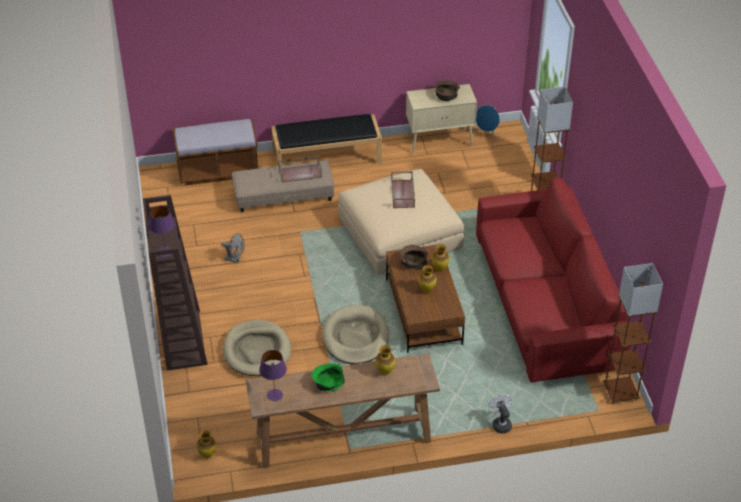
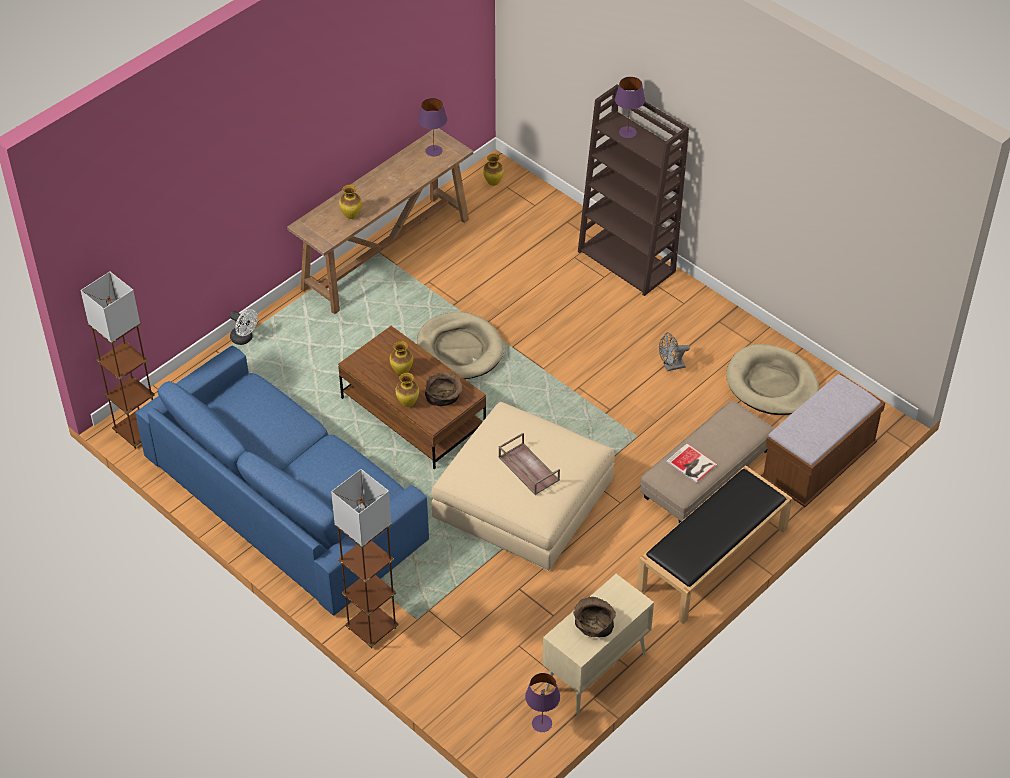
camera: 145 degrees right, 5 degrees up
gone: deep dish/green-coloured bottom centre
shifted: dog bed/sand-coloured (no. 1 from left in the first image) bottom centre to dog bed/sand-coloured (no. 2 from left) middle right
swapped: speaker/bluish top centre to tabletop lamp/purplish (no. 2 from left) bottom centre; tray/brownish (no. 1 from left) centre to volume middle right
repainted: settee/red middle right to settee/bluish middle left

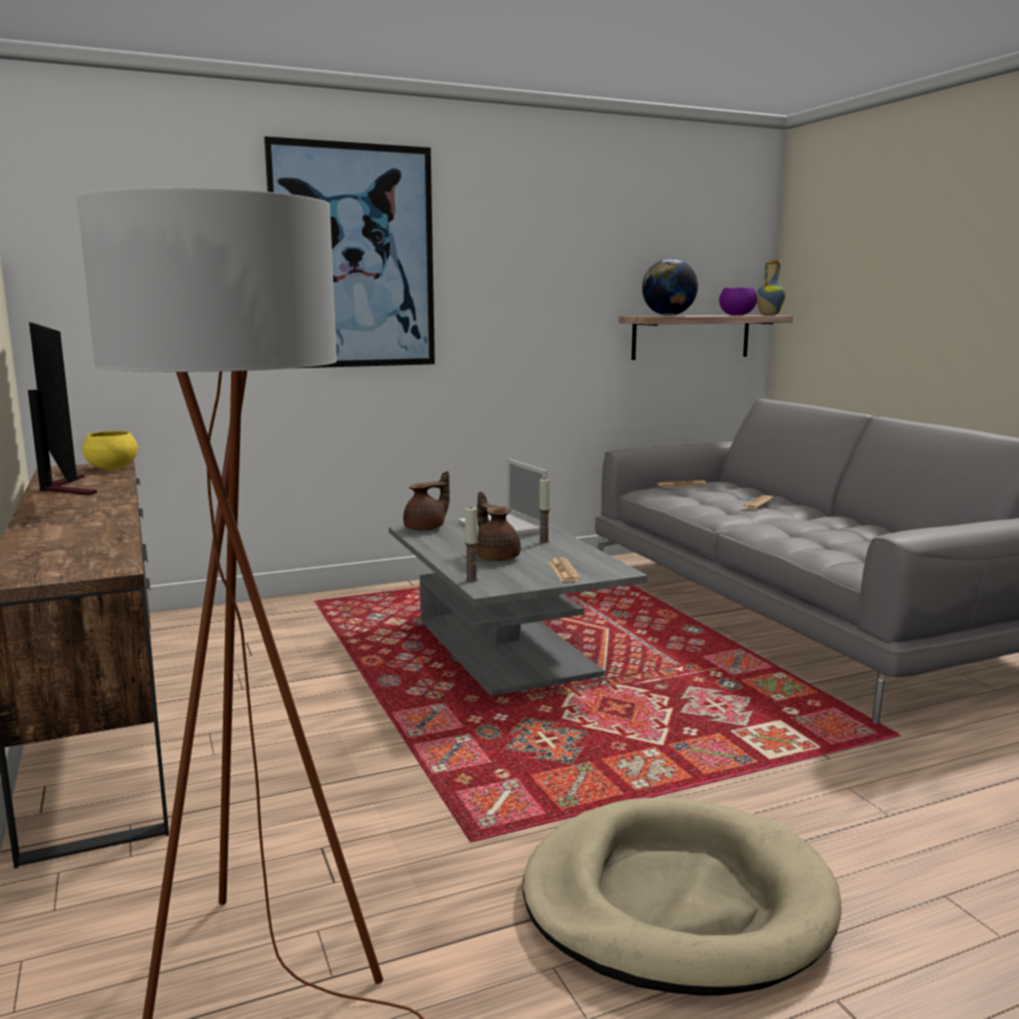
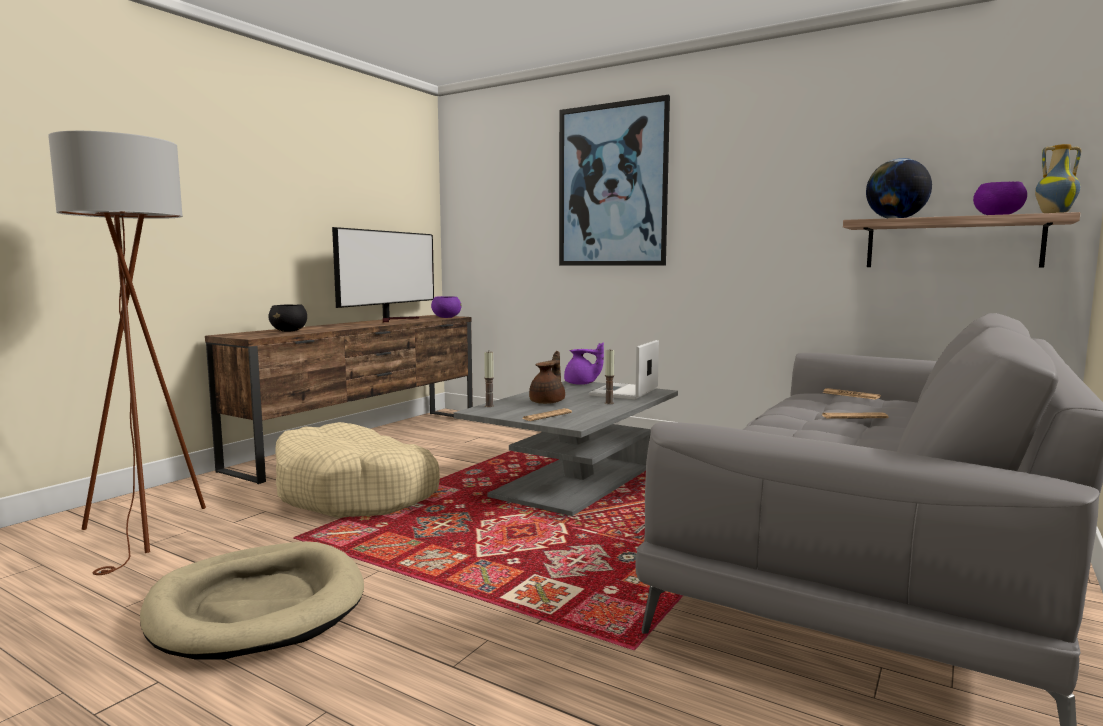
camera: 55 degrees right, 5 degrees down
new: deep dish/blackish middle left; dog bed/sand-coloured (no. 2 from left) middle left
repainted: deep dish/yellow-coloured middle left to deep dish/purplish (no. 1 from left) centre; teapot/brownish (no. 1 from left) centre to teapot/purplish centre

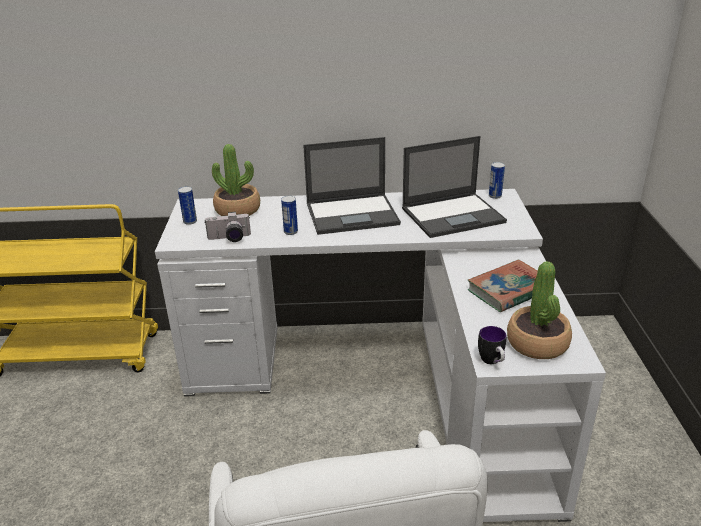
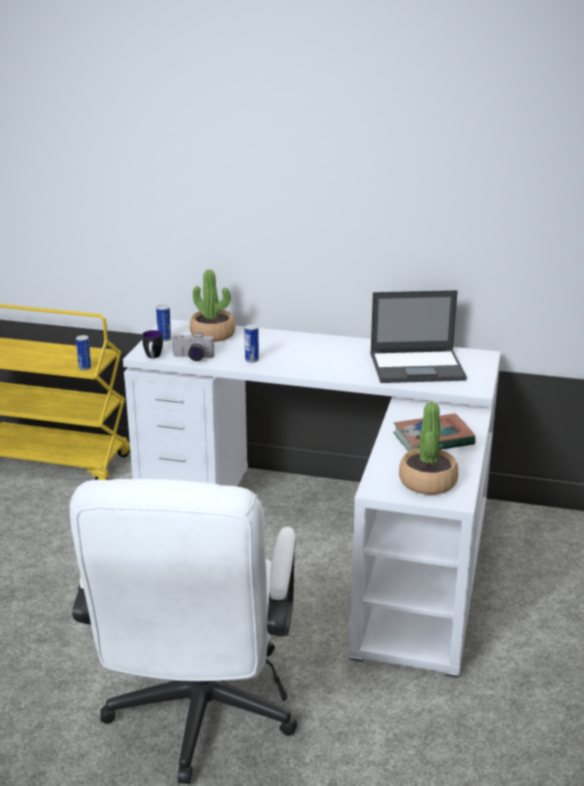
camera: 15 degrees right, 5 degrees down
gone: laptop (no. 1 from left) centre
shifted: metal can (no. 3 from left in the first image) middle right to metal can (no. 1 from left) middle left; coffee mug middle right to middle left

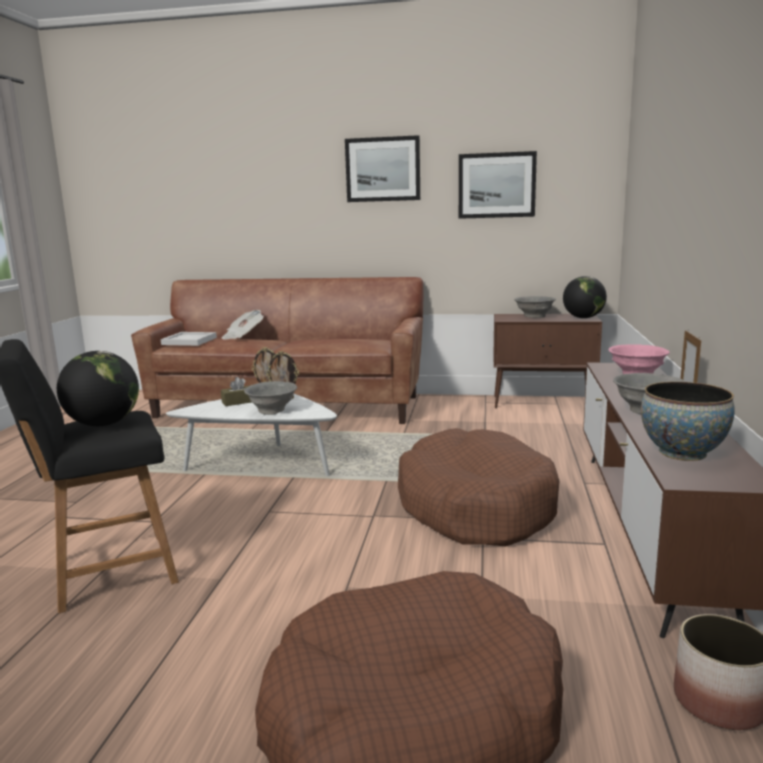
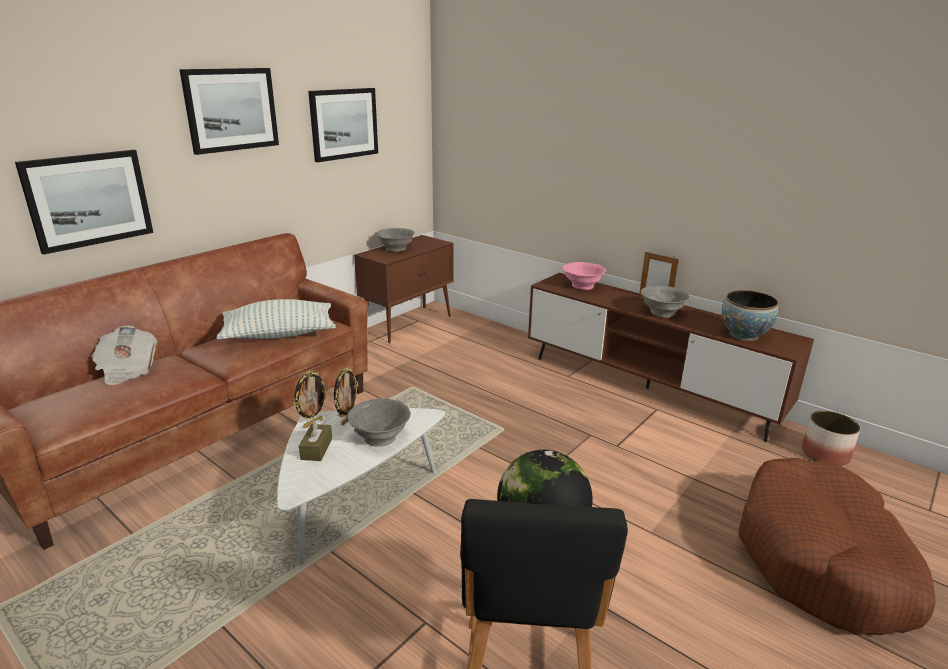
camera: 60 degrees left, 10 degrees up
gone: tray/white-coloured middle left; dog bed/brownish (no. 2 from left) centre; world globe (no. 2 from left) middle right
new: wall picture (no. 1 from left) top left; throw pillow middle left

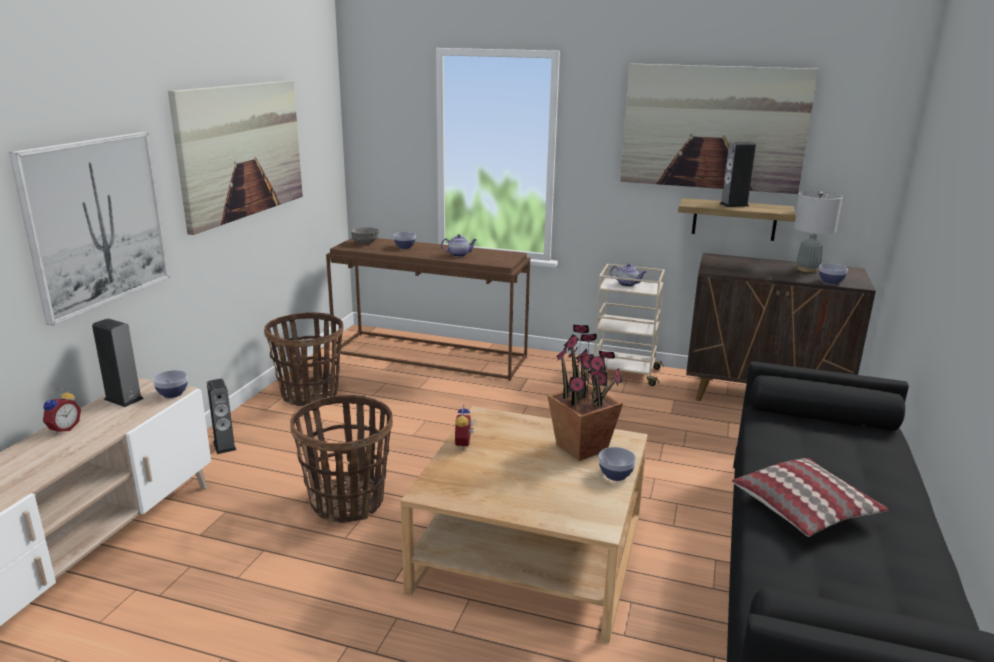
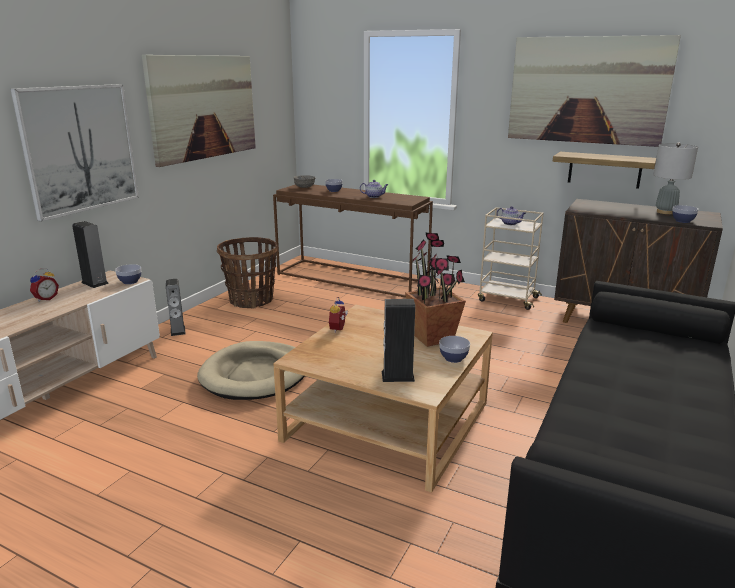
camera: 10 degrees right, 0 degrees up
gone: throw pillow bottom right
shifted: speaker (no. 3 from left) top right to centre
swapped: storage basket (no. 2 from left) bottom centre to dog bed/sand-coloured centre

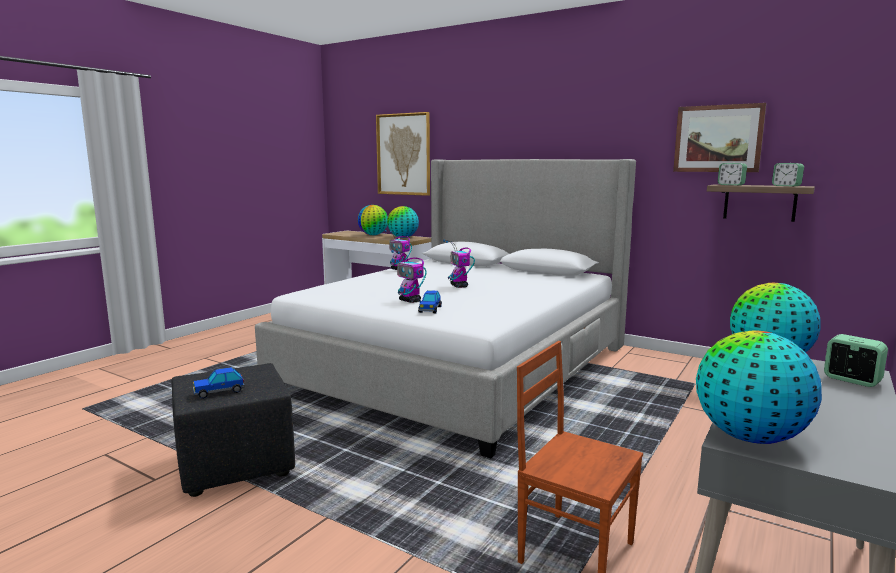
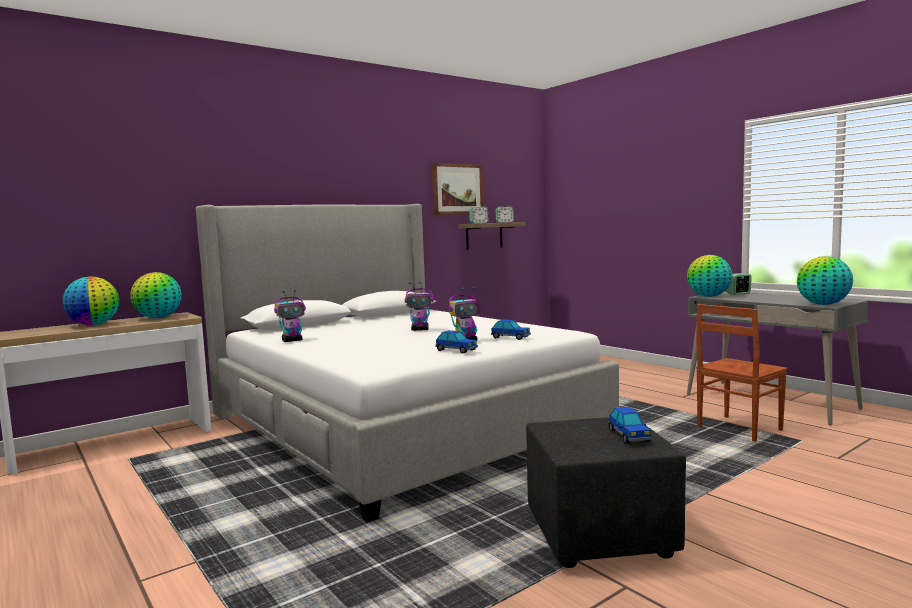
camera: 70 degrees left, 5 degrees down
gone: wall picture (no. 1 from left) top centre
new: model car (no. 1 from left) centre

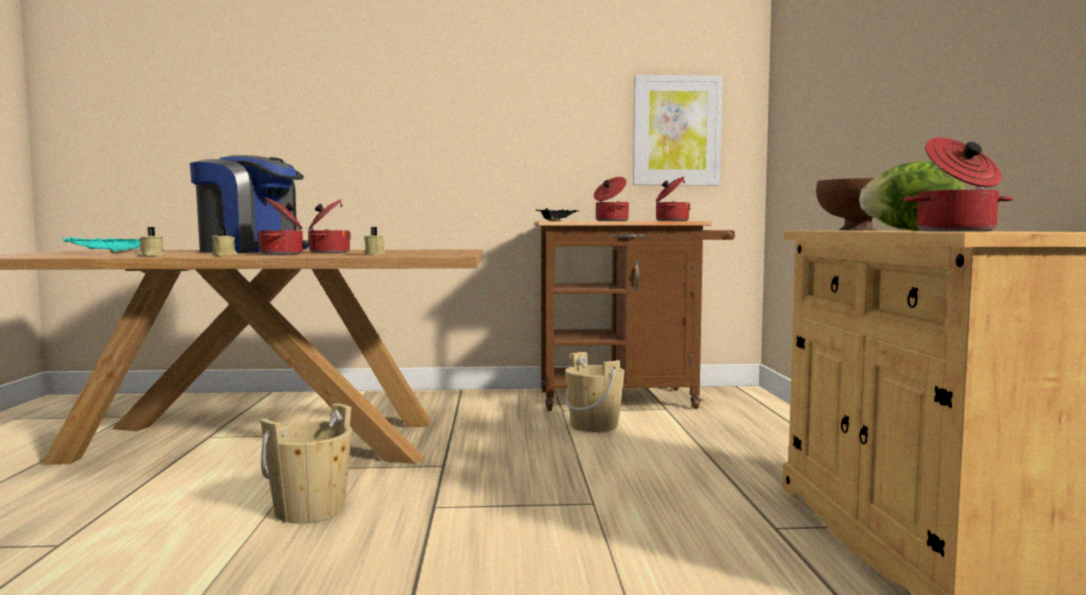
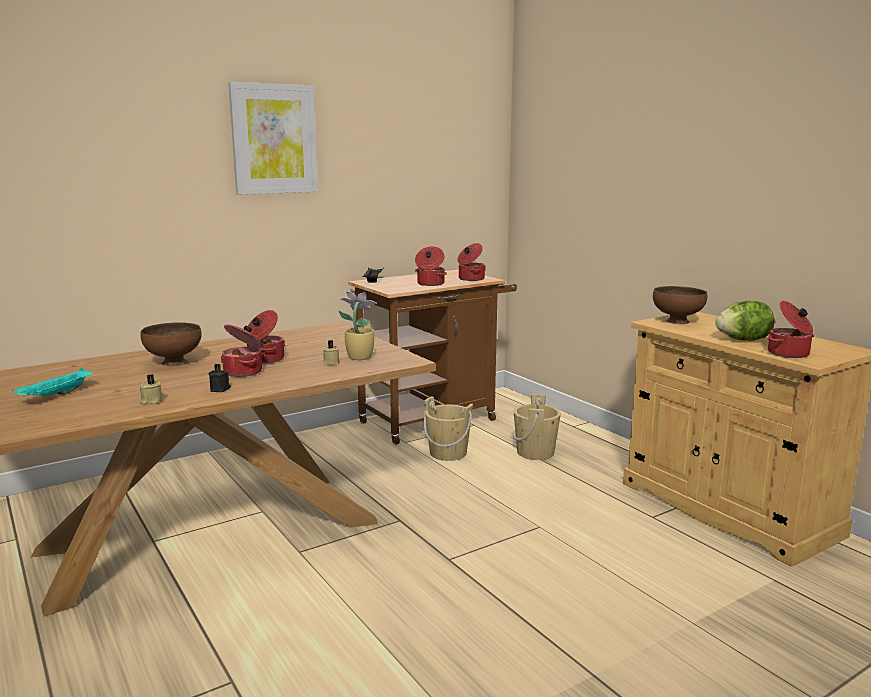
camera: 30 degrees left, 10 degrees up
new: potted plant centre
shifted: wall picture top centre to top left; water bucket/sand-coloured (no. 1 from left in the first image) bottom left to water bucket/sand-coloured (no. 2 from left) centre
swapped: coffee brewer middle left to deep dish/brownish (no. 1 from left) middle left
repainted: candle/sand-coloured (no. 2 from left) middle left to candle/blackish middle left

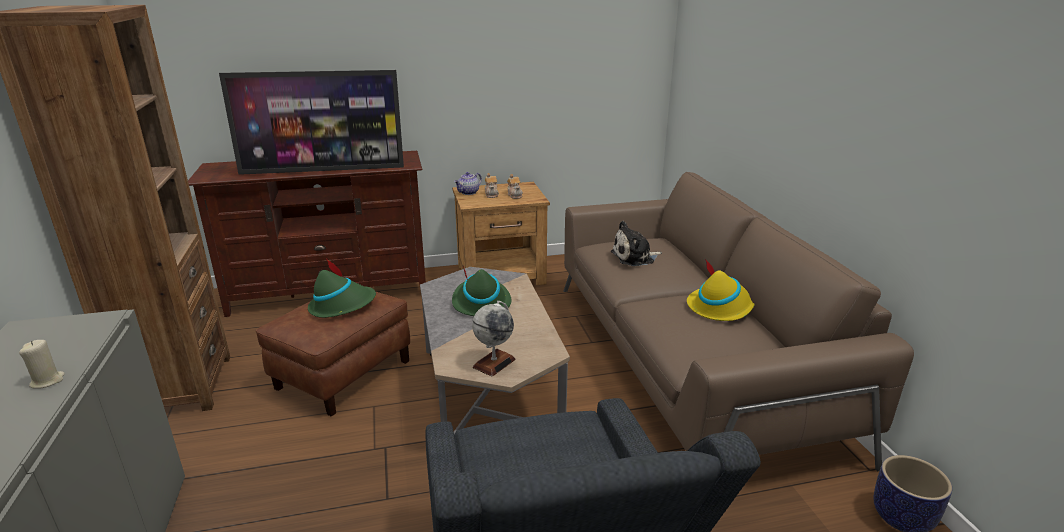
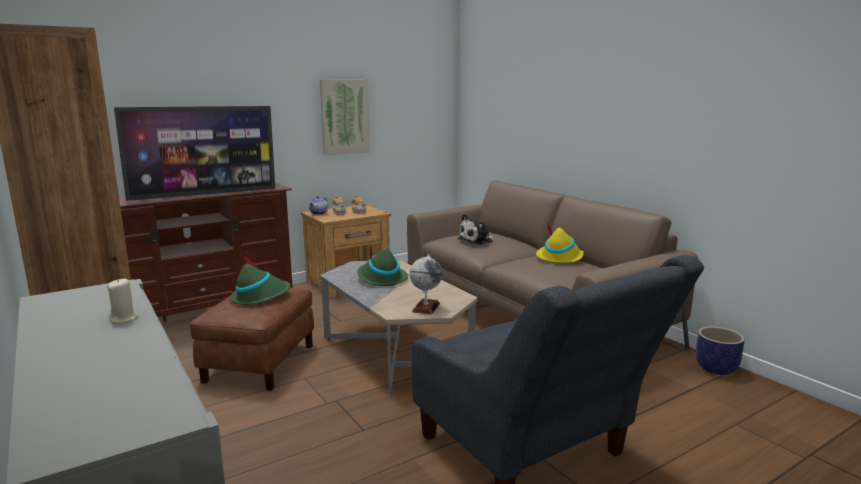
camera: 20 degrees left, 10 degrees down
new: wall picture top centre

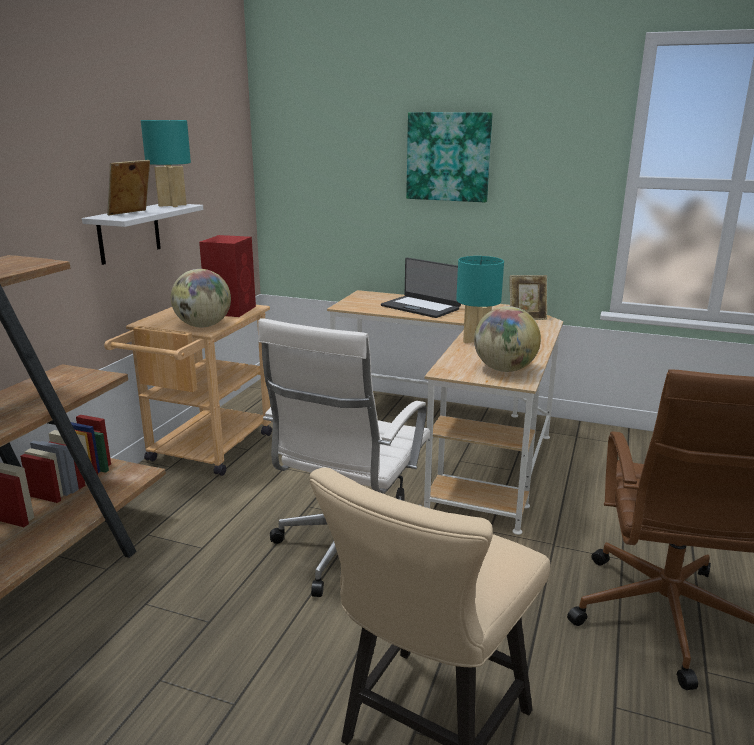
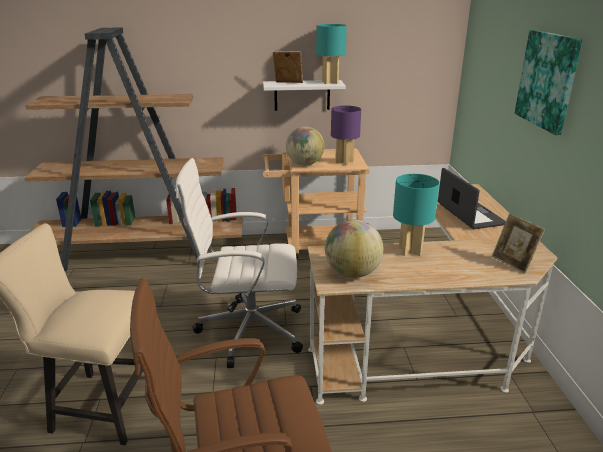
camera: 65 degrees right, 5 degrees up
swapped: speaker/red middle left to tabletop lamp/purplish top centre
rotated: laptop centre = middle right 150 degrees clockwise

